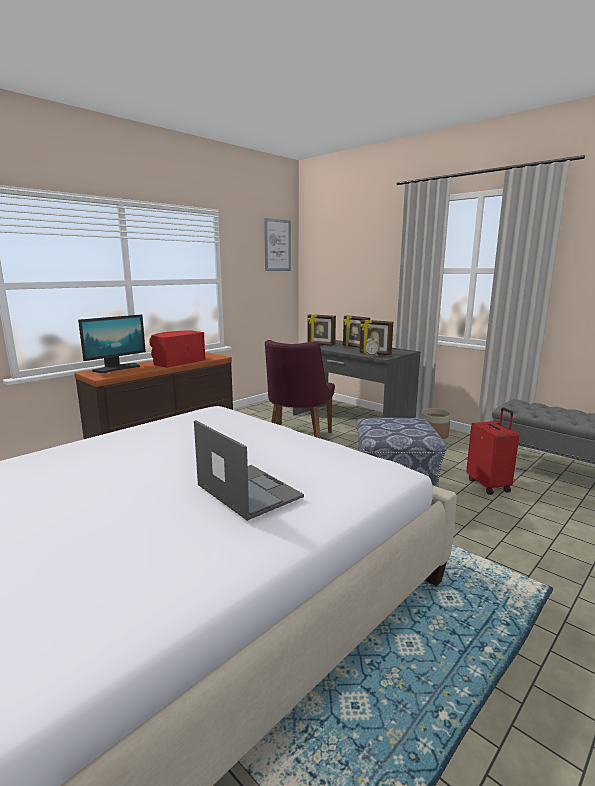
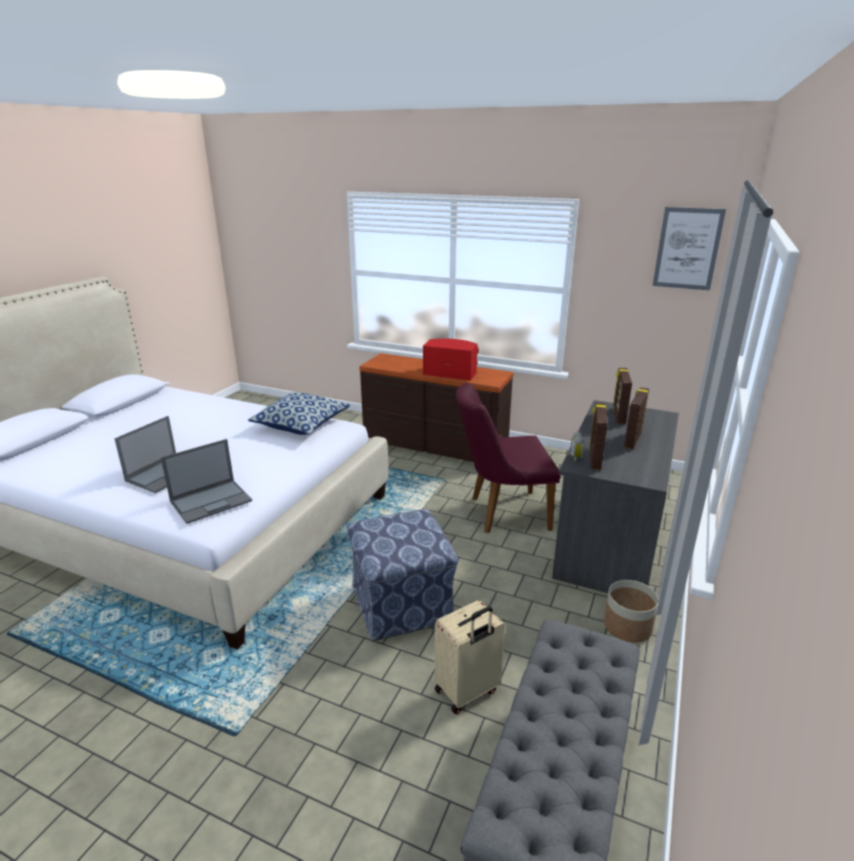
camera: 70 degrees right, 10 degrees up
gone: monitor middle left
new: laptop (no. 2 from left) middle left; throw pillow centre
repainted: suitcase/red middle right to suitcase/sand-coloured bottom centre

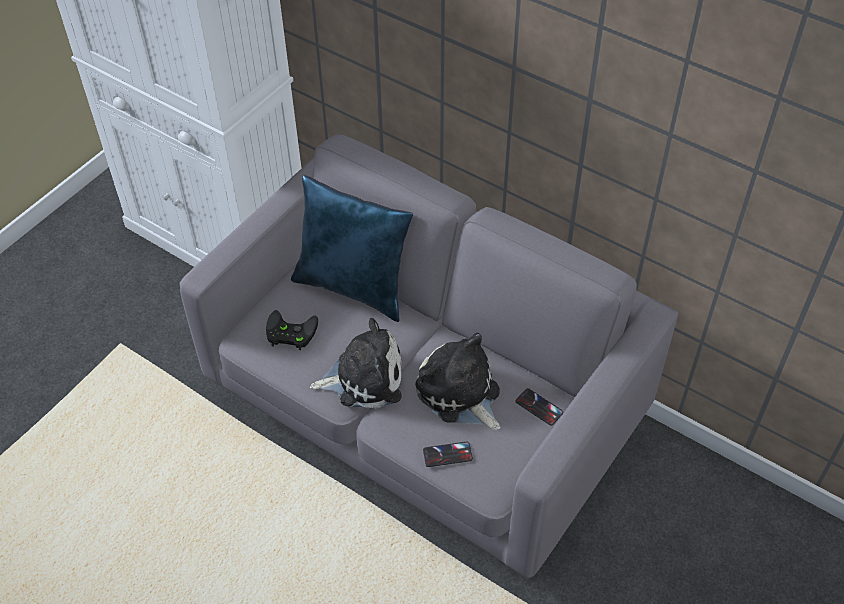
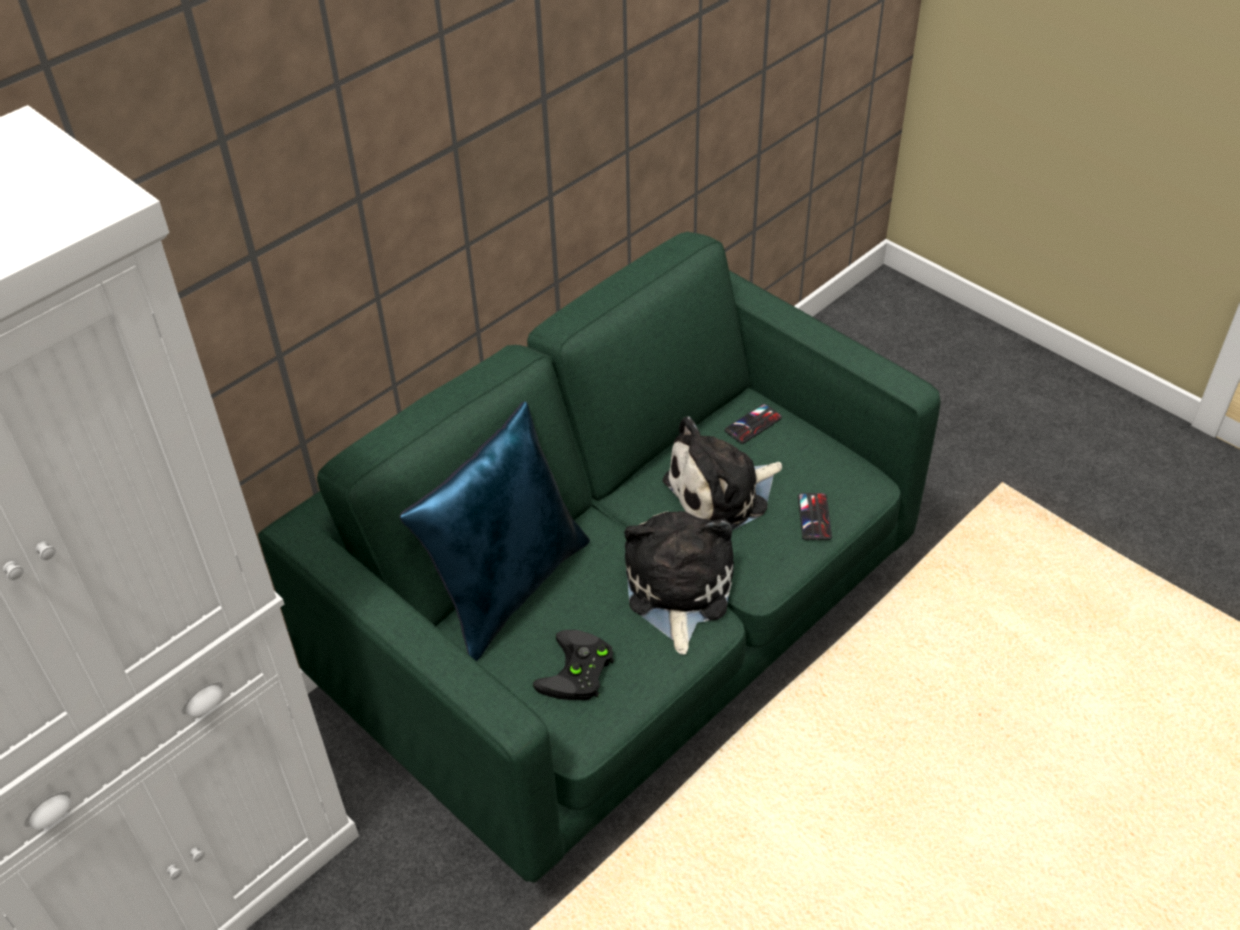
camera: 80 degrees left, 5 degrees down
repainted: settee/grey centre to settee/green-coloured centre

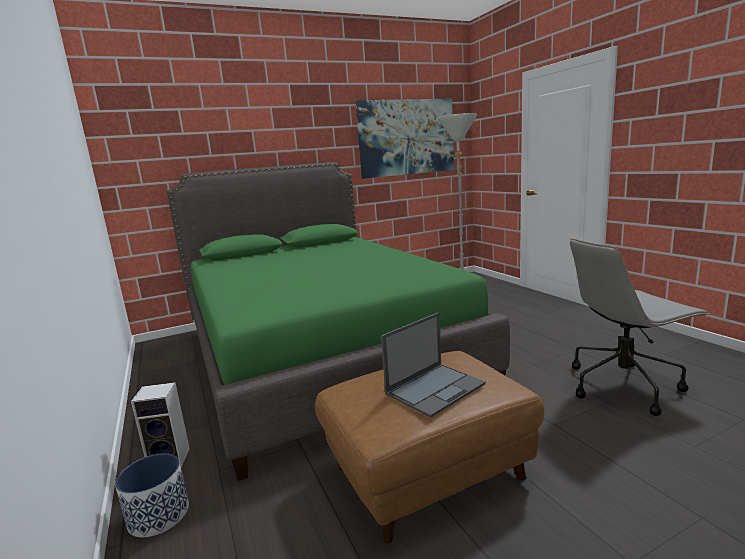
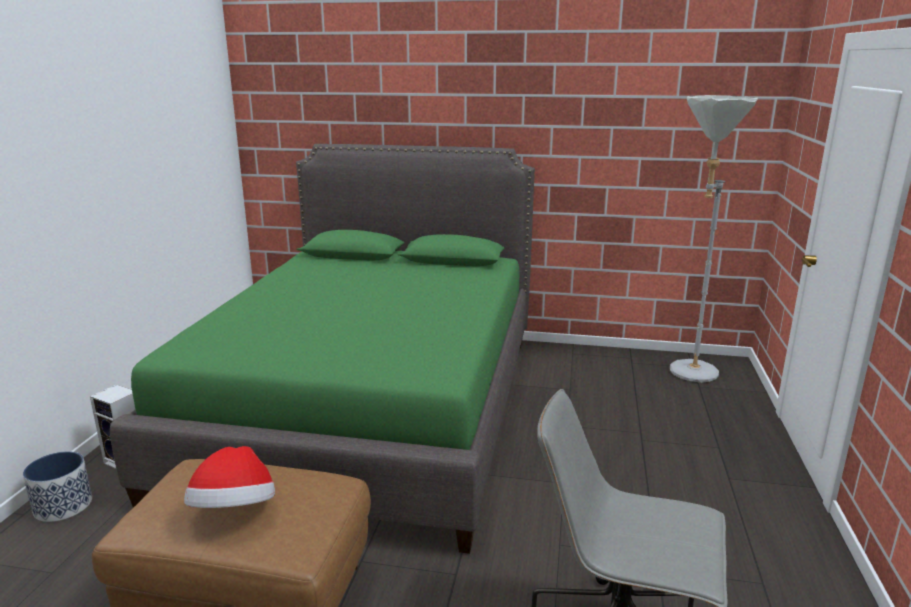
camera: 35 degrees right, 5 degrees up
gone: wall picture top centre
swapped: laptop centre to wearable hat bottom left

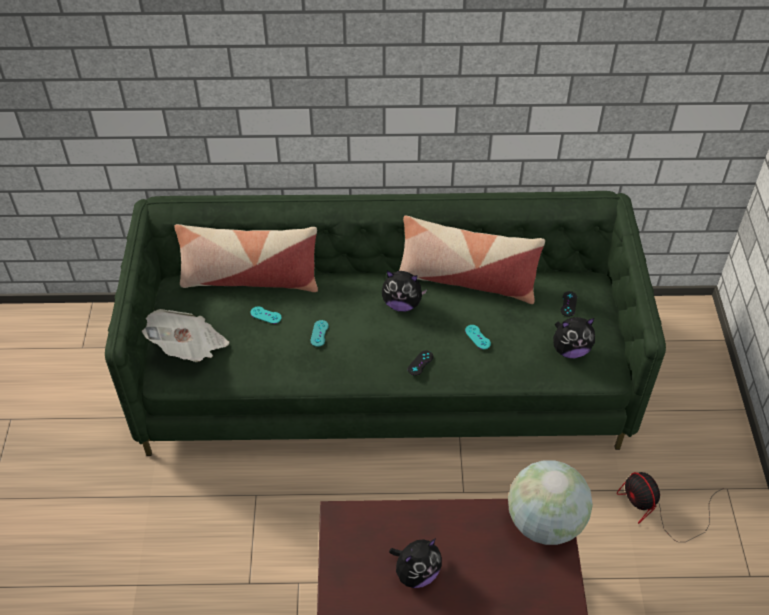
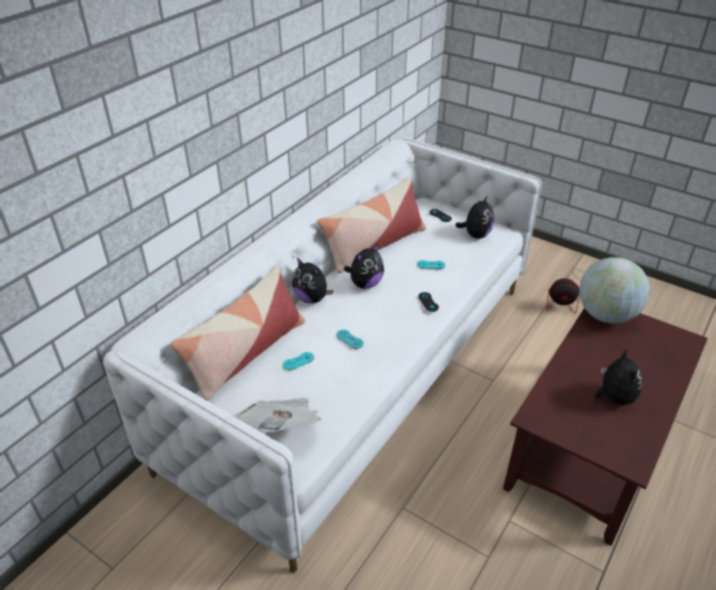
camera: 55 degrees left, 10 degrees down
new: plush toy (no. 1 from left) centre
repainted: settee/green-coloured centre to settee/white-coloured centre

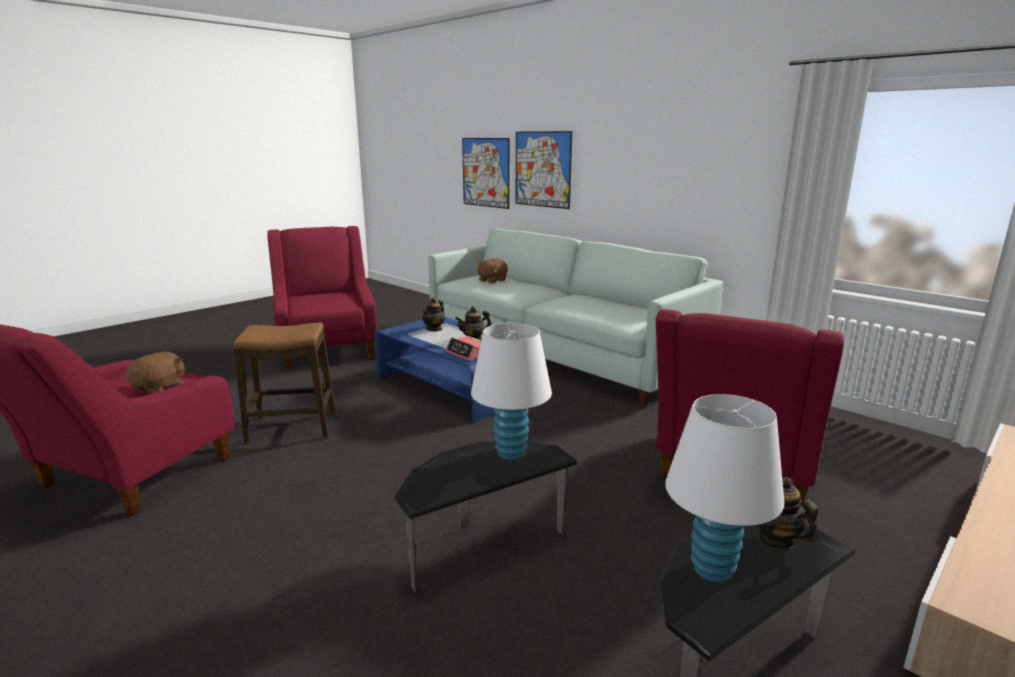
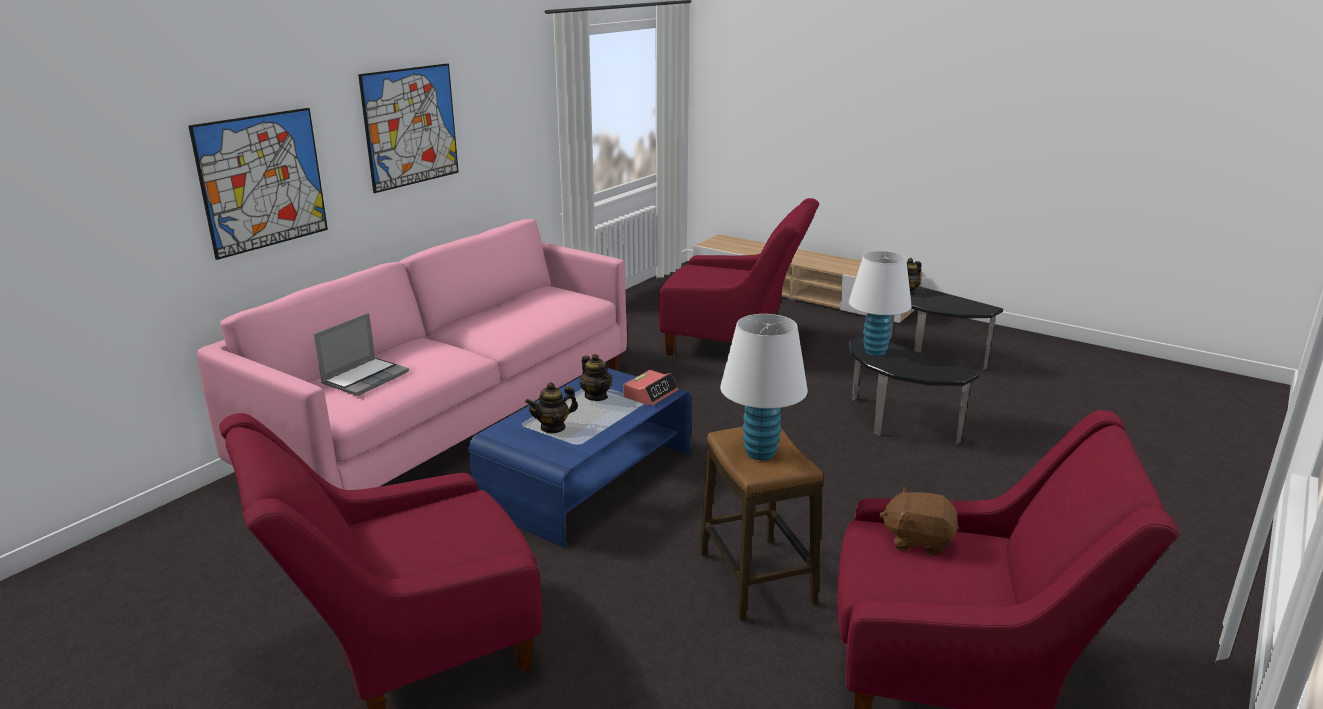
camera: 100 degrees left, 5 degrees up
shifted: wall picture (no. 1 from left in the first image) top centre to wall picture (no. 2 from left) top left; tabletop lamp/white-coloured (no. 2 from left in the first image) bottom right to tabletop lamp/white-coloured (no. 1 from left) centre
swapped: plush toy/brownish (no. 2 from left) centre to laptop middle left
repainted: settee/white-coloured centre to settee/pinkish middle left
rotated: teapot (no. 1 from left) centre = centre 135 degrees clockwise

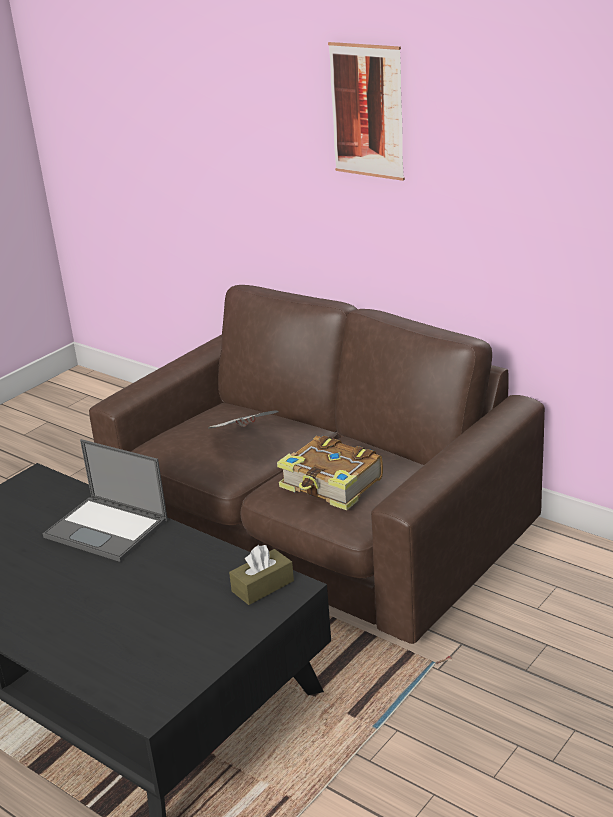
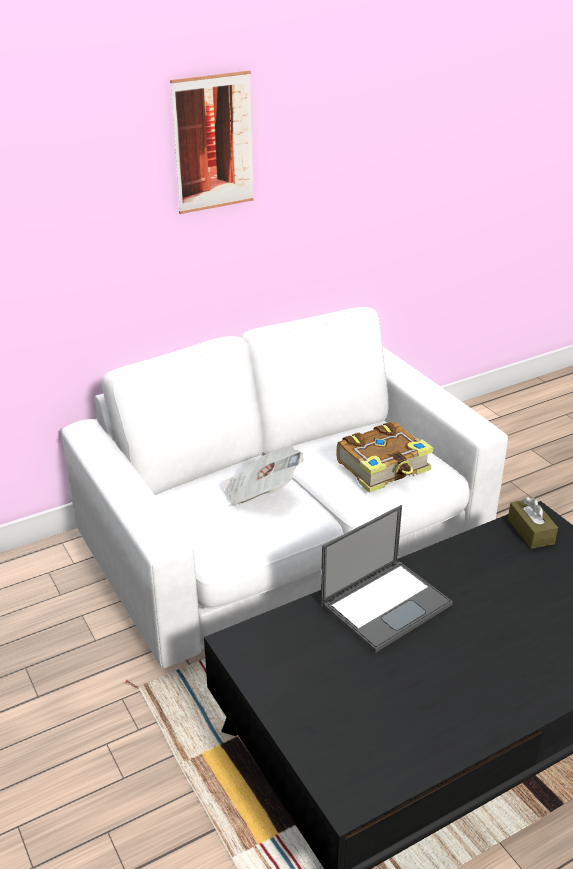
camera: 70 degrees left, 5 degrees up
repainted: settee/brownish centre to settee/white-coloured centre

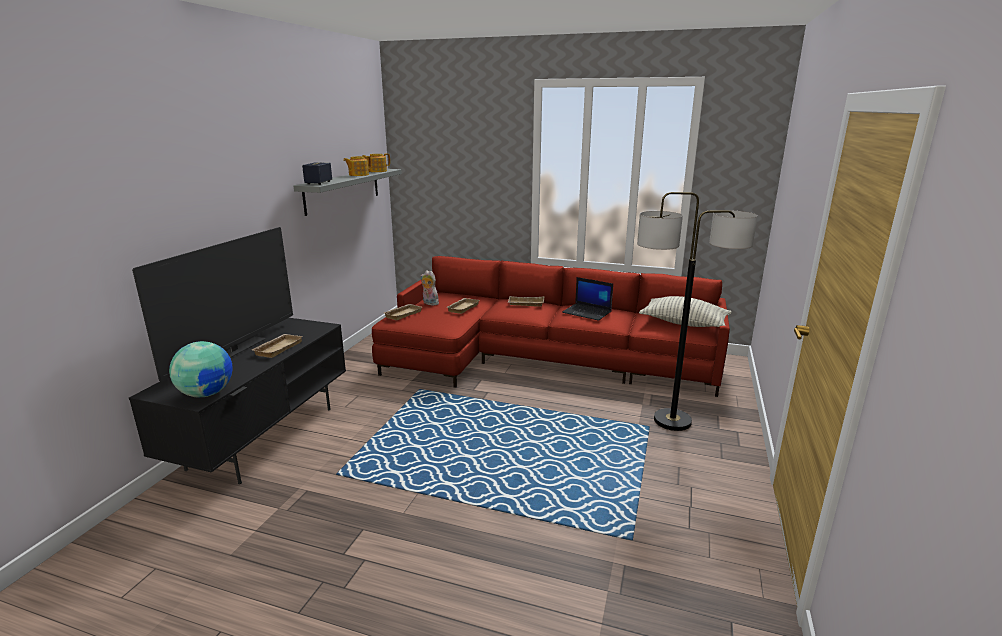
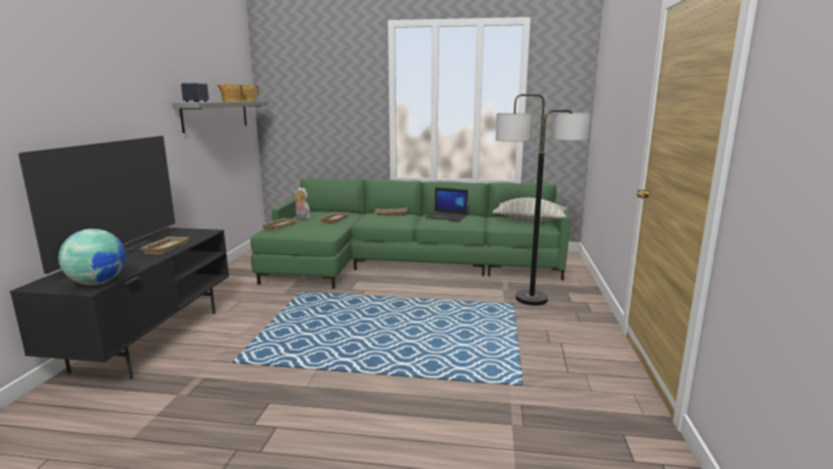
camera: 10 degrees left, 5 degrees down
repainted: settee/red centre to settee/green-coloured centre

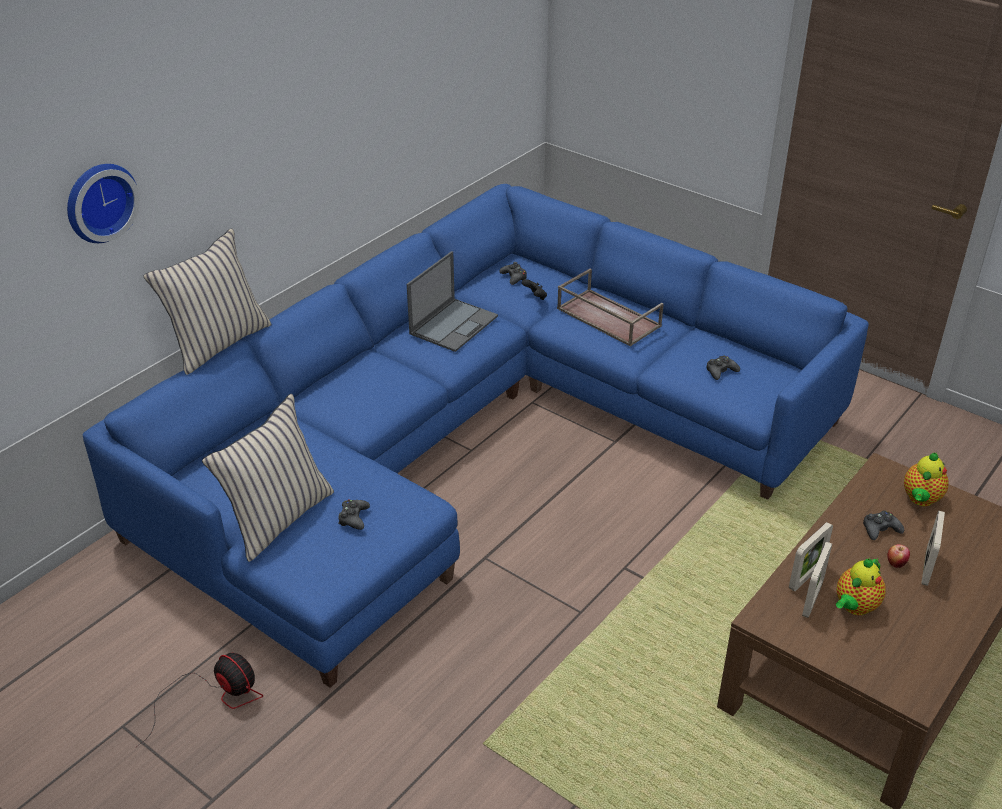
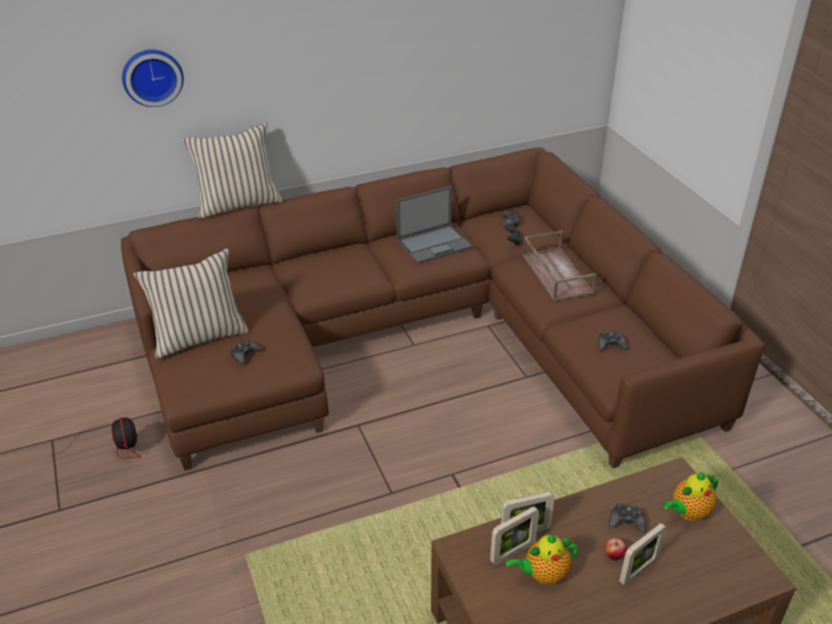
camera: 30 degrees right, 0 degrees up
repainted: settee/bluish centre to settee/brownish centre

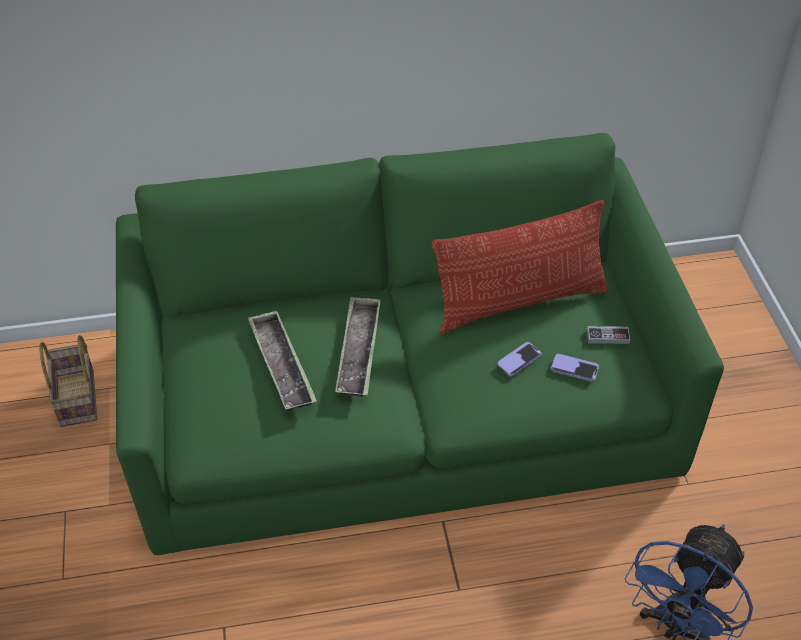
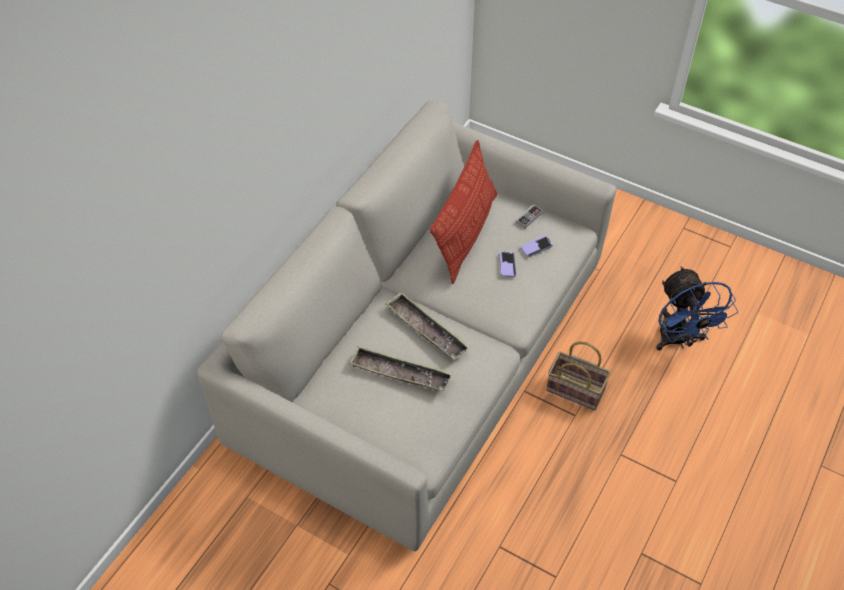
camera: 50 degrees left, 5 degrees up
shifted: storage basket middle left to middle right
repainted: settee/green-coloured centre to settee/grey centre

